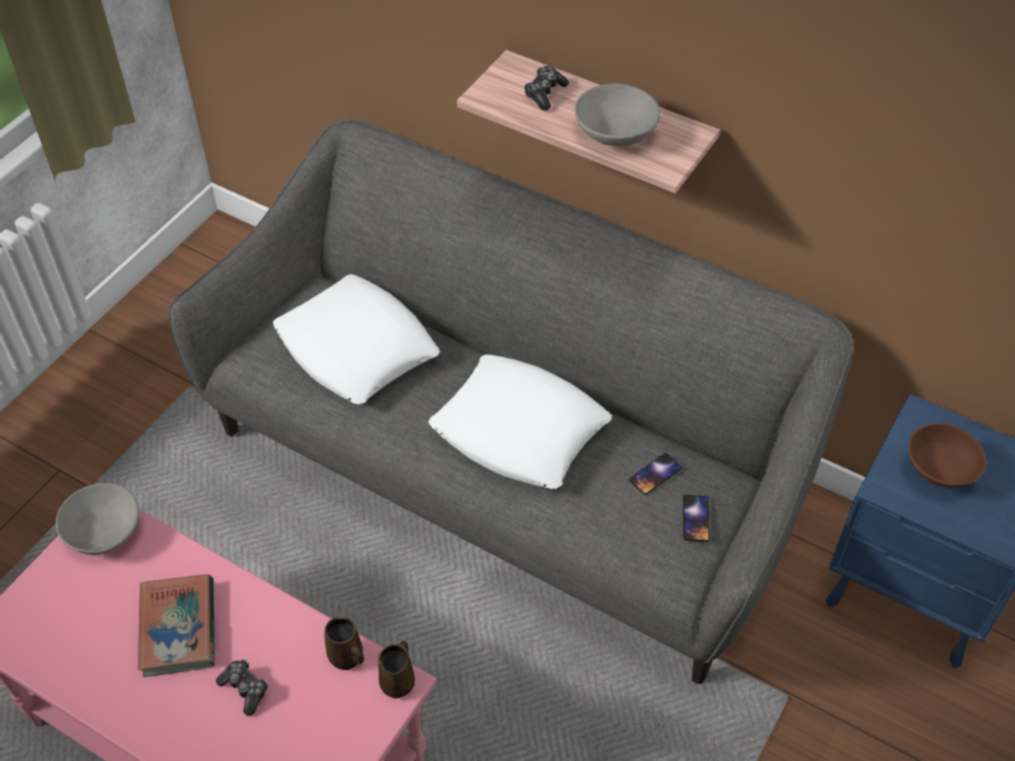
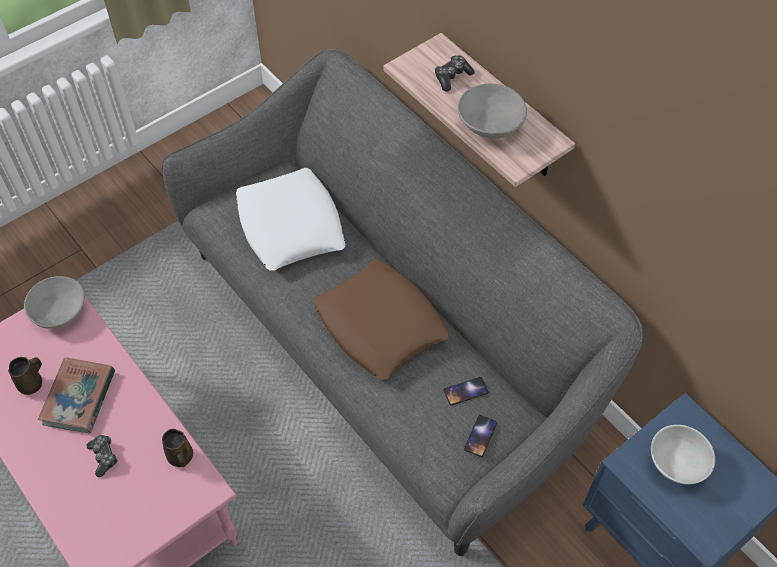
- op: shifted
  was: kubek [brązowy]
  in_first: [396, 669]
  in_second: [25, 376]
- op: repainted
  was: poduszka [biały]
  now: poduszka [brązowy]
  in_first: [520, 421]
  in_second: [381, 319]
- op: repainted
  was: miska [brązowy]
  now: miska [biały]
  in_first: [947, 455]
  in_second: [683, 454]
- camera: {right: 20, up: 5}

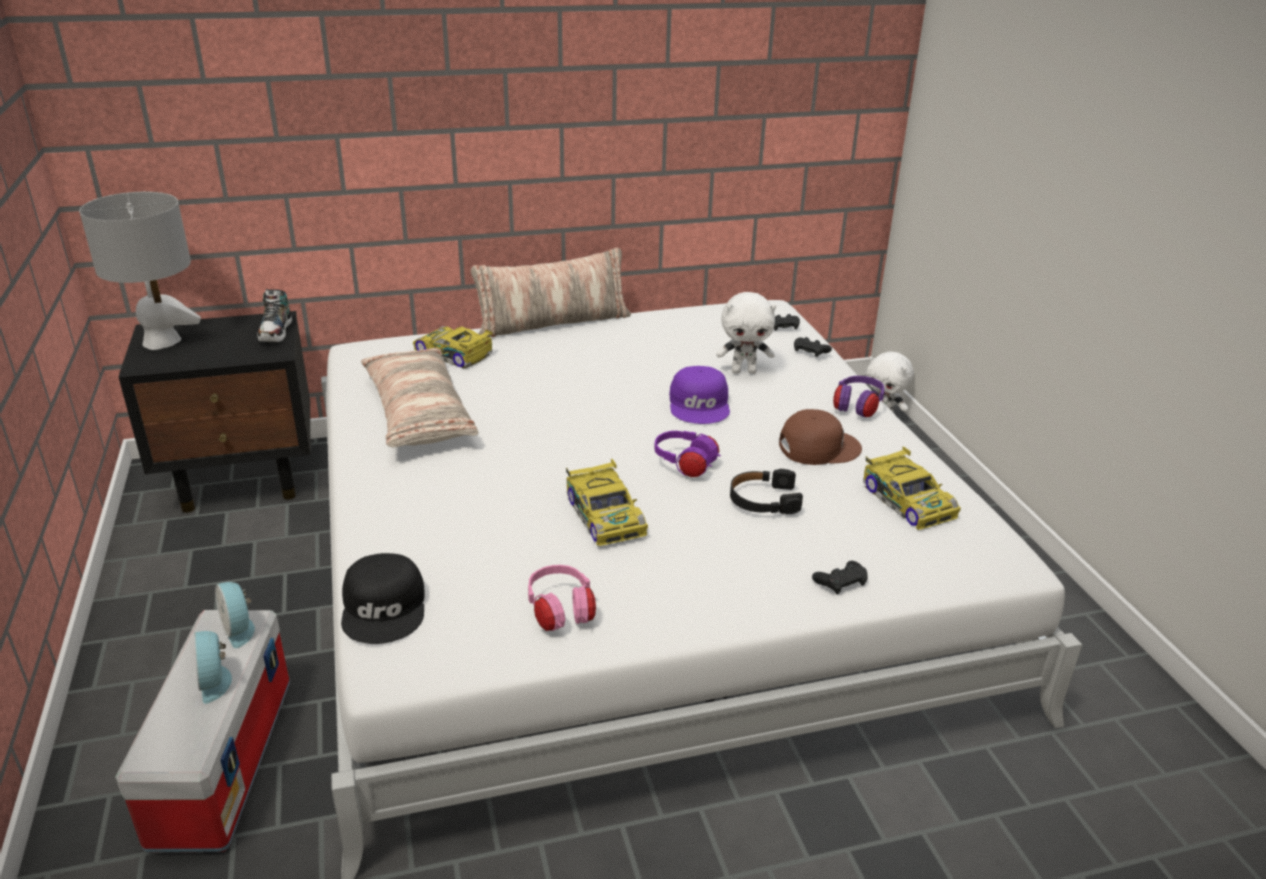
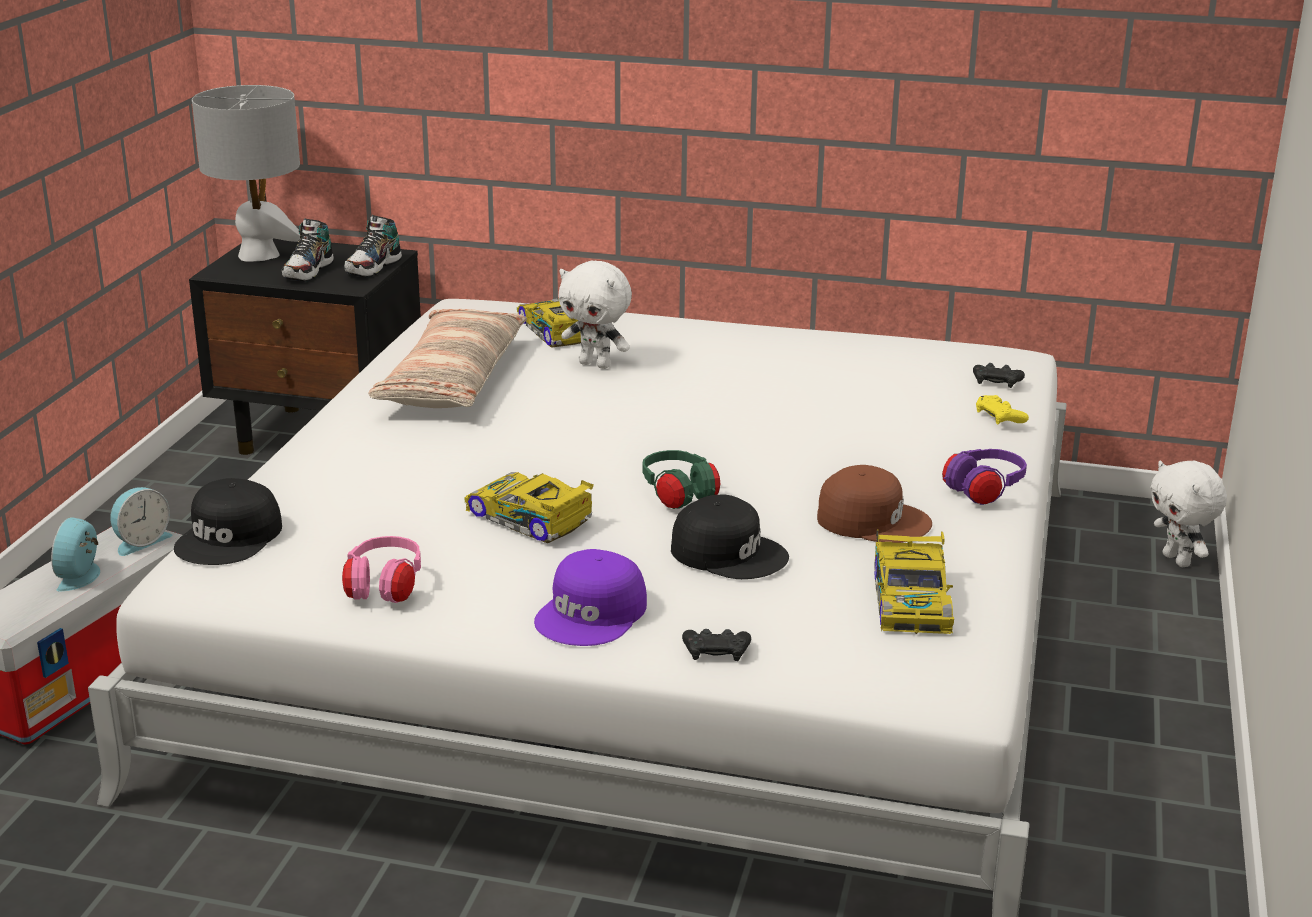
- op: gone
  was: poduszka
  in_first: [551, 292]
- op: new
  now: but
  in_second: [308, 250]
- op: shifted
  was: czapka z daszkiem [fioletowy]
  in_first: [700, 395]
  in_second: [590, 597]
- op: shifted
  was: pluszak [biały]
  in_first: [746, 333]
  in_second: [595, 315]
- op: swapped
  was: słuchawki [czarny]
  now: czapka z daszkiem [czarny]
  in_first: [766, 492]
  in_second: [730, 537]
- op: repainted
  was: słuchawki [fioletowy]
  now: słuchawki [zielony]
  in_first: [687, 454]
  in_second: [681, 479]
- op: repainted
  was: pad do gier [czarny]
  now: pad do gier [żółty]
  in_first: [813, 347]
  in_second: [1002, 410]
- op: rotated
  was: budzik
  in_first: [235, 615]
  in_second: [141, 521]
  clockwise: -135
- op: rotated
  was: samochodzik
  in_first: [607, 503]
  in_second: [529, 507]
  clockwise: 120
- camera: {right: 30, up: -5}

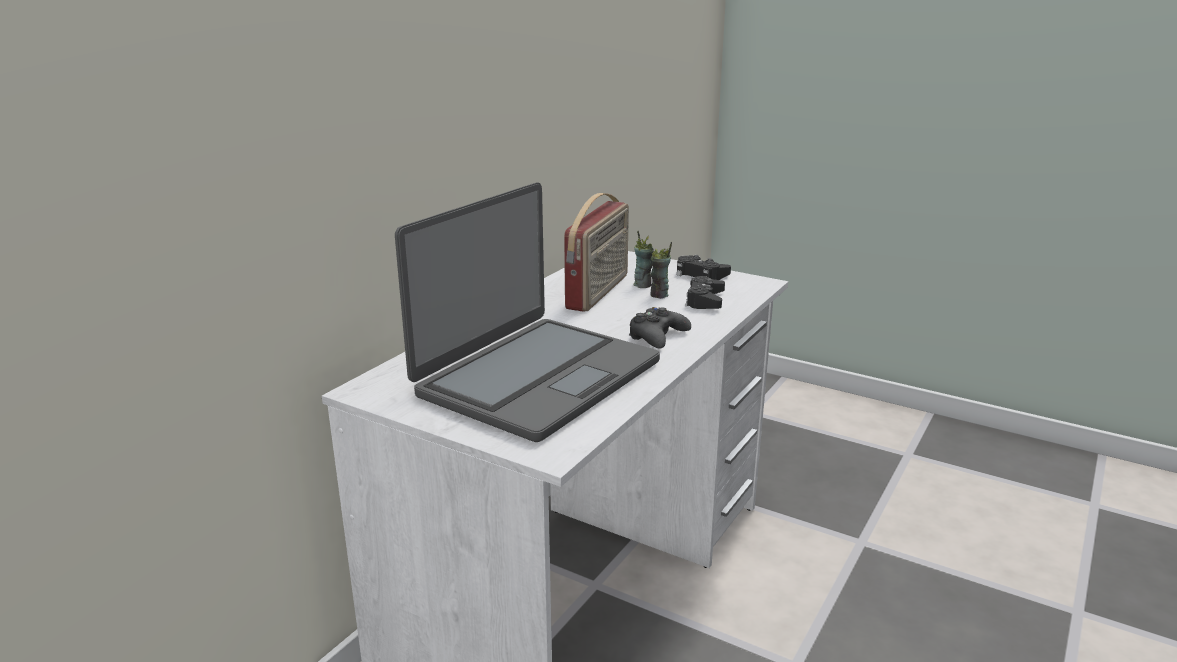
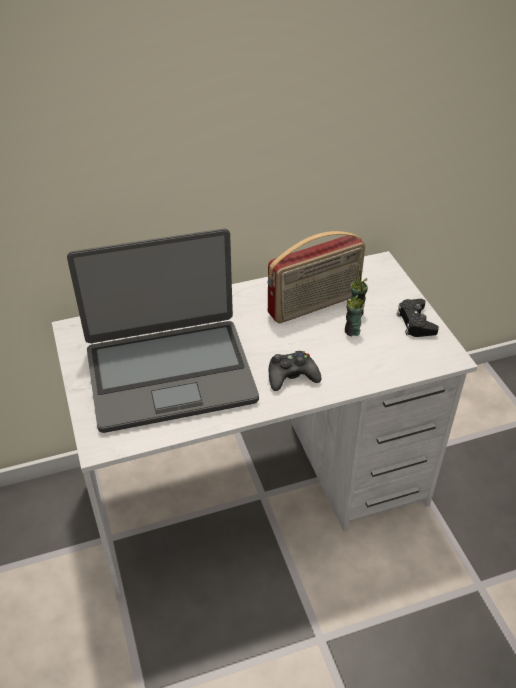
- op: gone
  was: pad do gier [czarny]
  in_first: [705, 292]
- camera: {right: 40, up: 20}

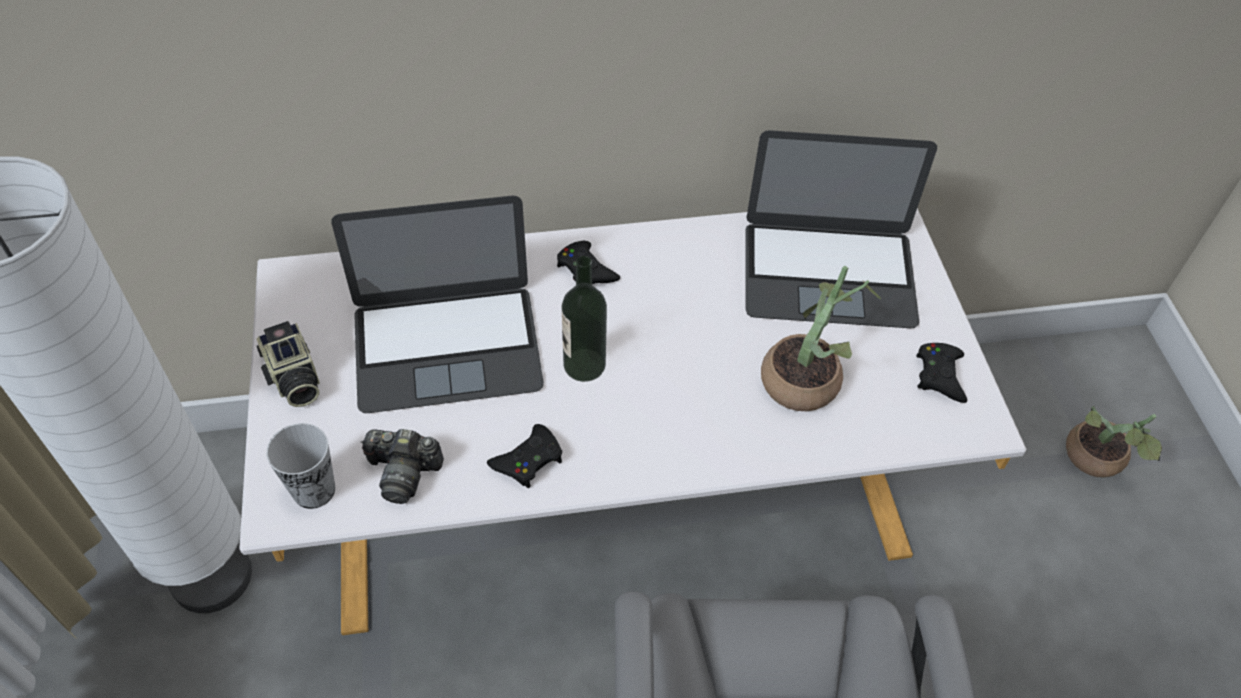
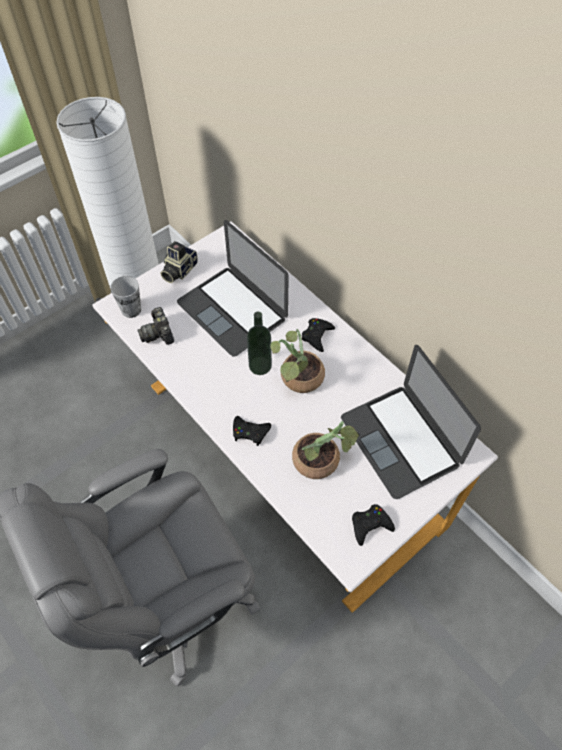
- op: shifted
  was: pad do gier [czarny]
  in_first: [524, 456]
  in_second: [252, 431]
- op: shifted
  was: roślina doniczkowa
  in_first: [1114, 442]
  in_second: [297, 361]
- camera: {right: 60, up: 5}

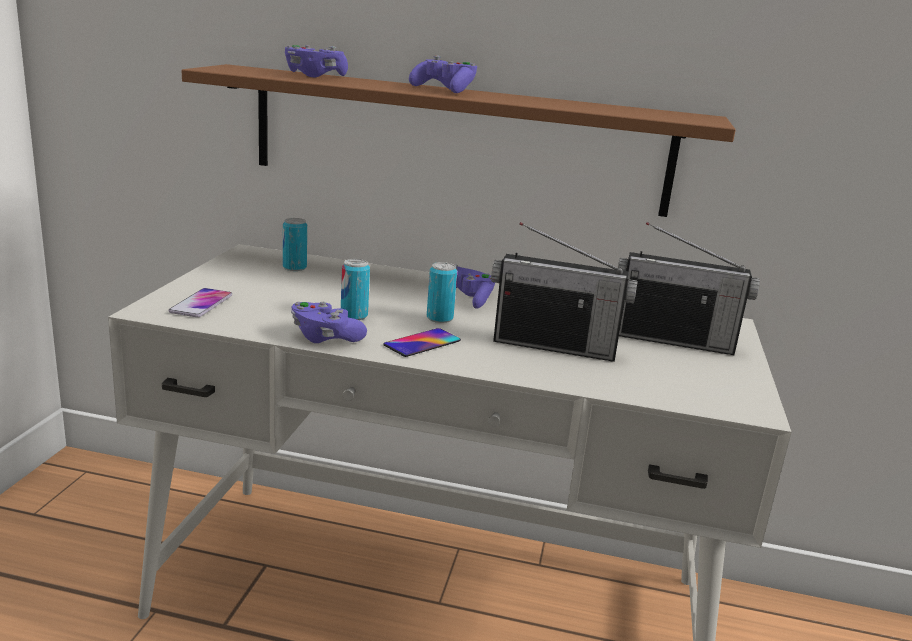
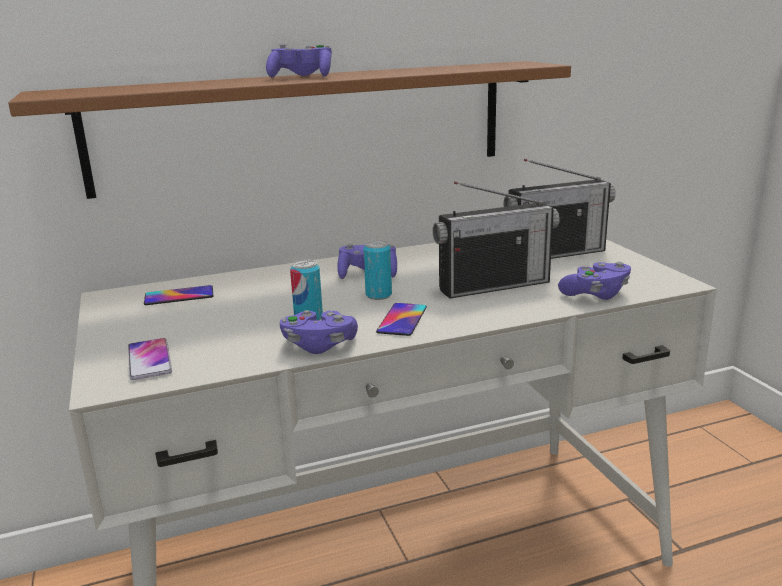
- op: shifted
  was: pad do gier [fioletowy]
  in_first: [316, 61]
  in_second: [594, 281]
- op: swapped
  was: puszka
  now: telefon
  in_first: [295, 244]
  in_second: [178, 295]
- camera: {right: -30, up: 0}

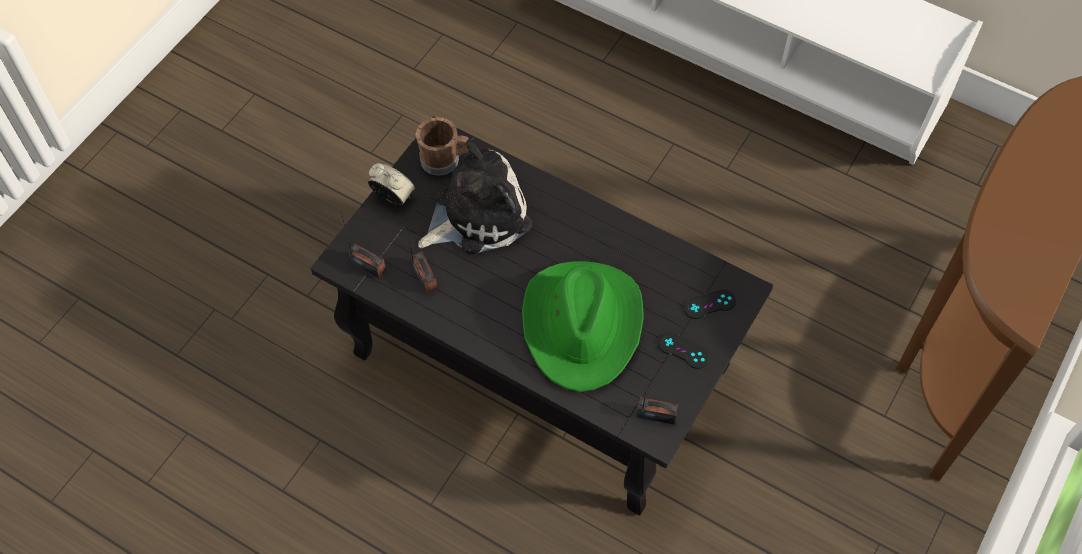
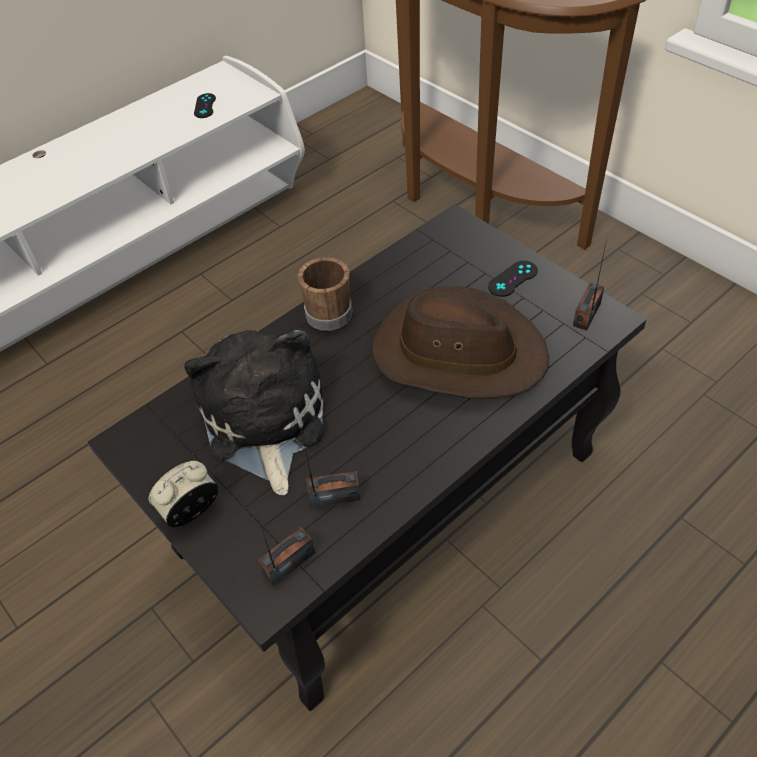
- op: shifted
  was: kubek [brązowy]
  in_first: [442, 146]
  in_second: [325, 294]
- op: shifted
  was: pad do gier [czarny]
  in_first: [710, 304]
  in_second: [205, 105]
- op: repainted
  was: kapelusz [zielony]
  now: kapelusz [brązowy]
  in_first: [583, 326]
  in_second: [460, 342]
- camera: {right: -70, up: -10}

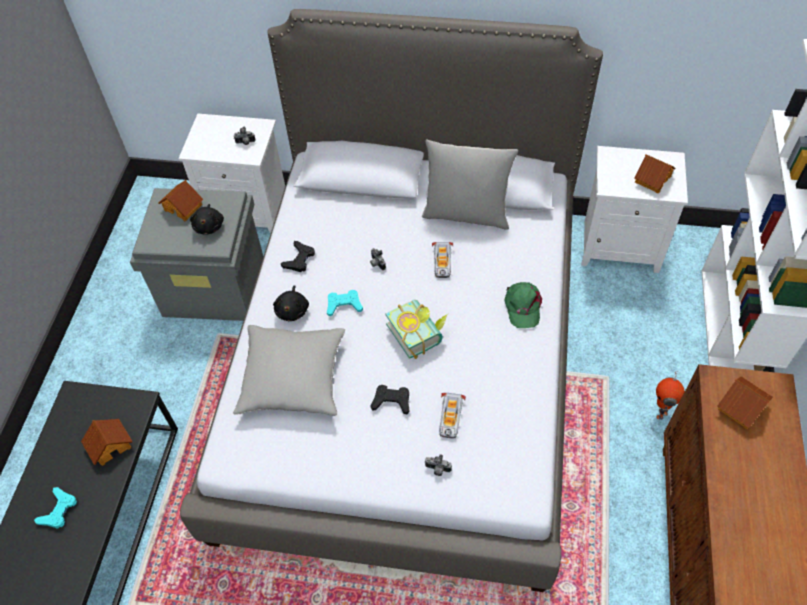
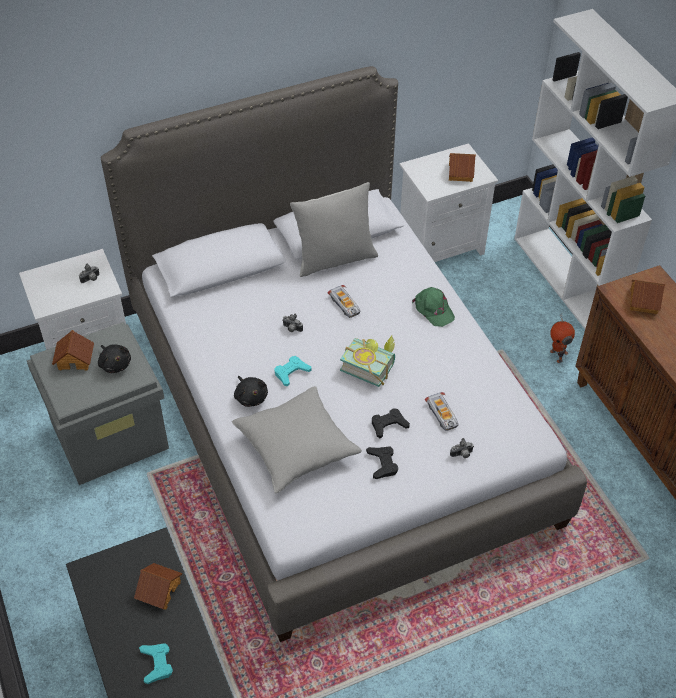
- op: shifted
  was: pad do gier [czarny]
  in_first: [298, 256]
  in_second: [382, 463]
- camera: {right: -35, up: -5}

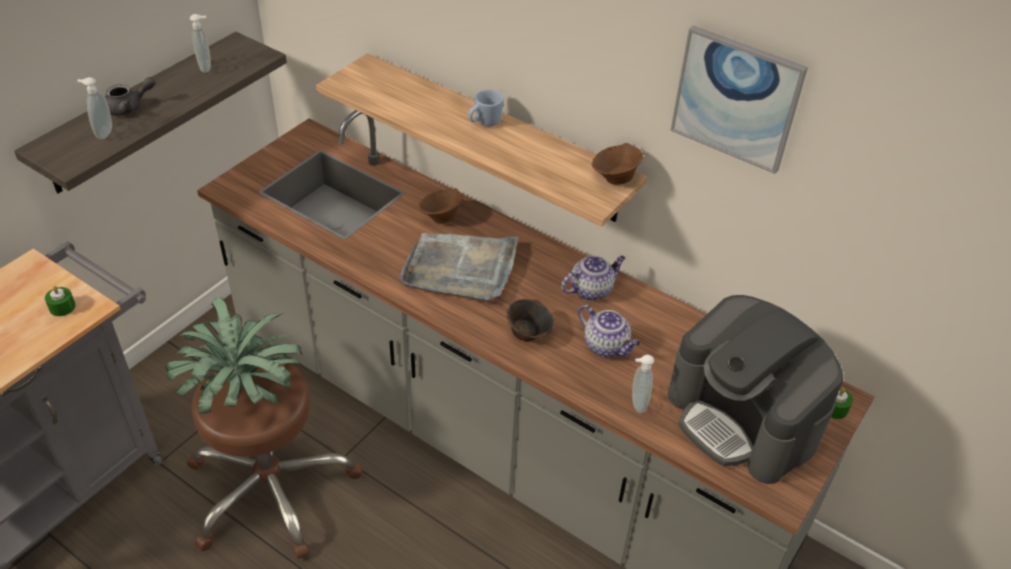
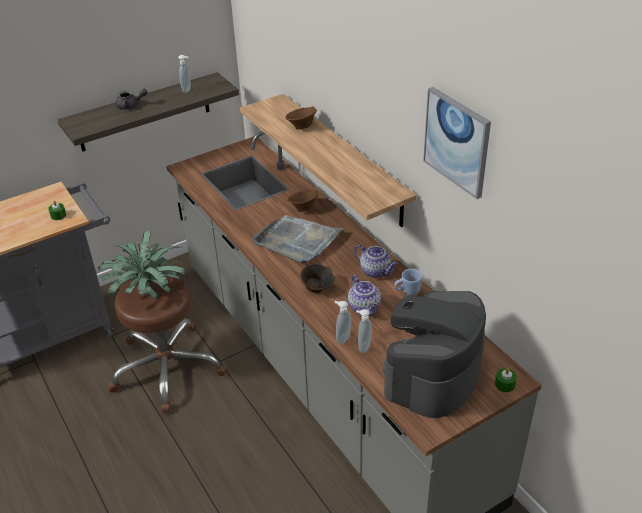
- op: shifted
  was: dozownik mydła
  in_first: [94, 108]
  in_second: [343, 322]
- op: shifted
  was: kubek [niebieski]
  in_first: [486, 108]
  in_second: [408, 282]
- op: shifted
  was: miska [brązowy]
  in_first: [617, 164]
  in_second: [301, 117]
- op: rotated
  was: imbryk
  in_first: [593, 278]
  in_second: [376, 261]
  clockwise: 45
- op: rotated
  was: ekspres do kawy
  in_first: [755, 389]
  in_second: [434, 354]
  clockwise: 45
- camera: {right: 25, up: -5}

